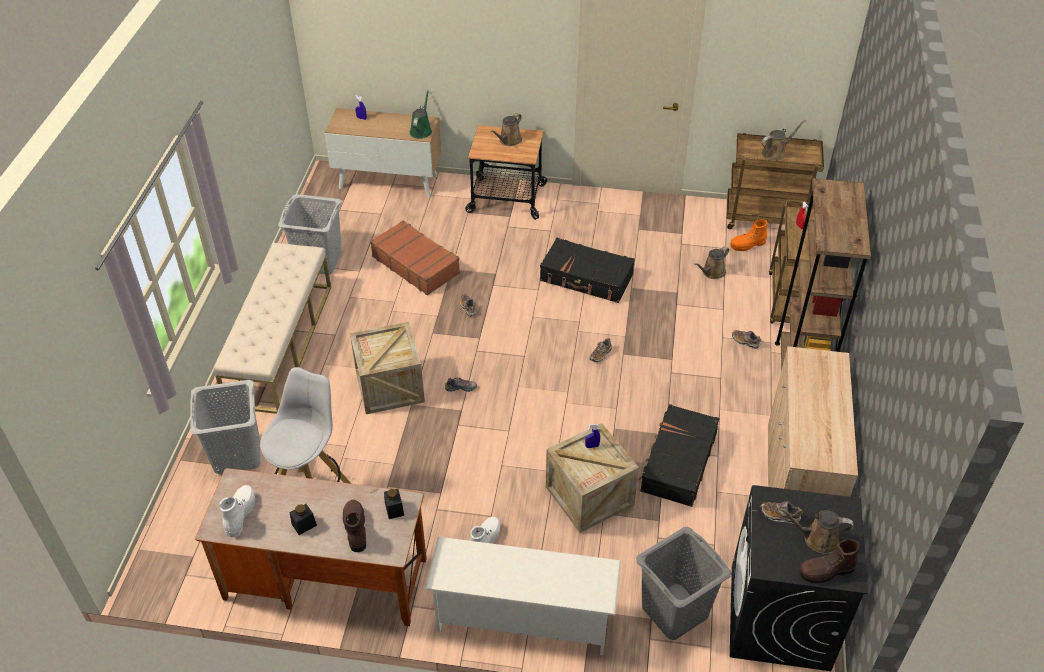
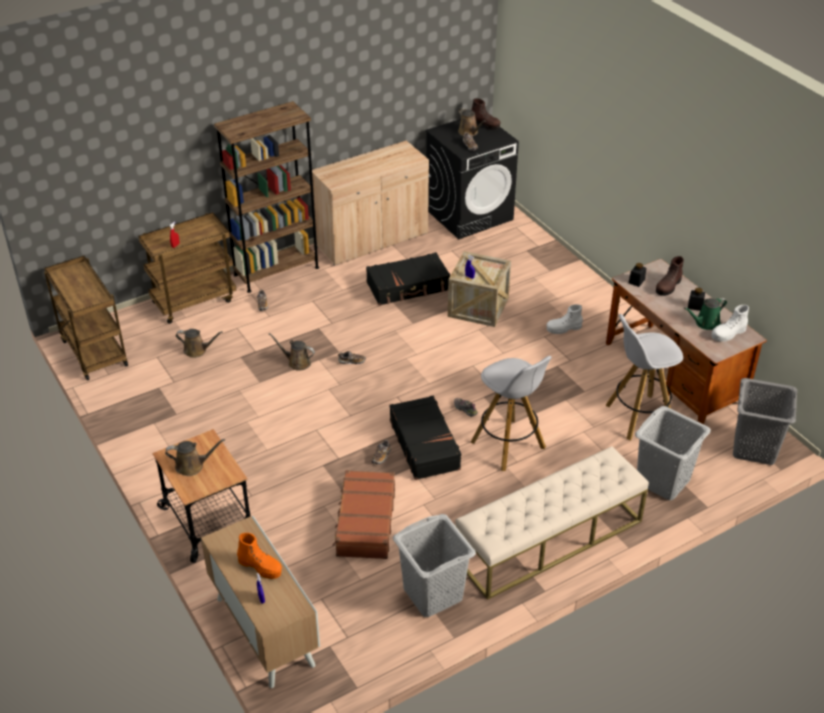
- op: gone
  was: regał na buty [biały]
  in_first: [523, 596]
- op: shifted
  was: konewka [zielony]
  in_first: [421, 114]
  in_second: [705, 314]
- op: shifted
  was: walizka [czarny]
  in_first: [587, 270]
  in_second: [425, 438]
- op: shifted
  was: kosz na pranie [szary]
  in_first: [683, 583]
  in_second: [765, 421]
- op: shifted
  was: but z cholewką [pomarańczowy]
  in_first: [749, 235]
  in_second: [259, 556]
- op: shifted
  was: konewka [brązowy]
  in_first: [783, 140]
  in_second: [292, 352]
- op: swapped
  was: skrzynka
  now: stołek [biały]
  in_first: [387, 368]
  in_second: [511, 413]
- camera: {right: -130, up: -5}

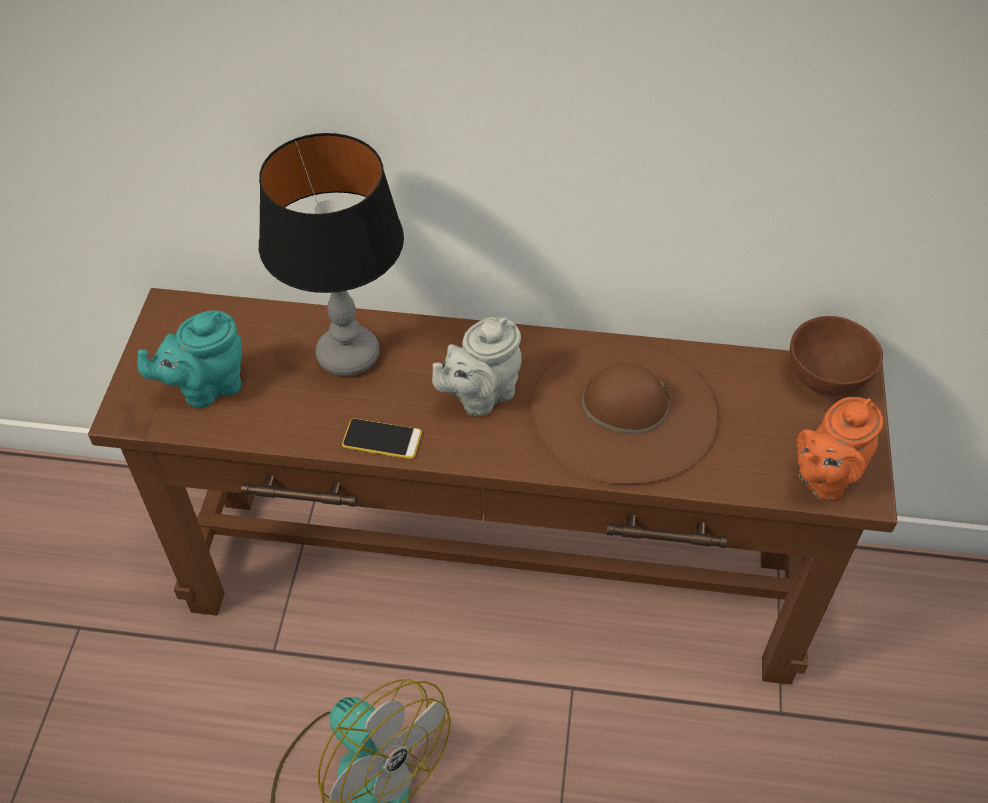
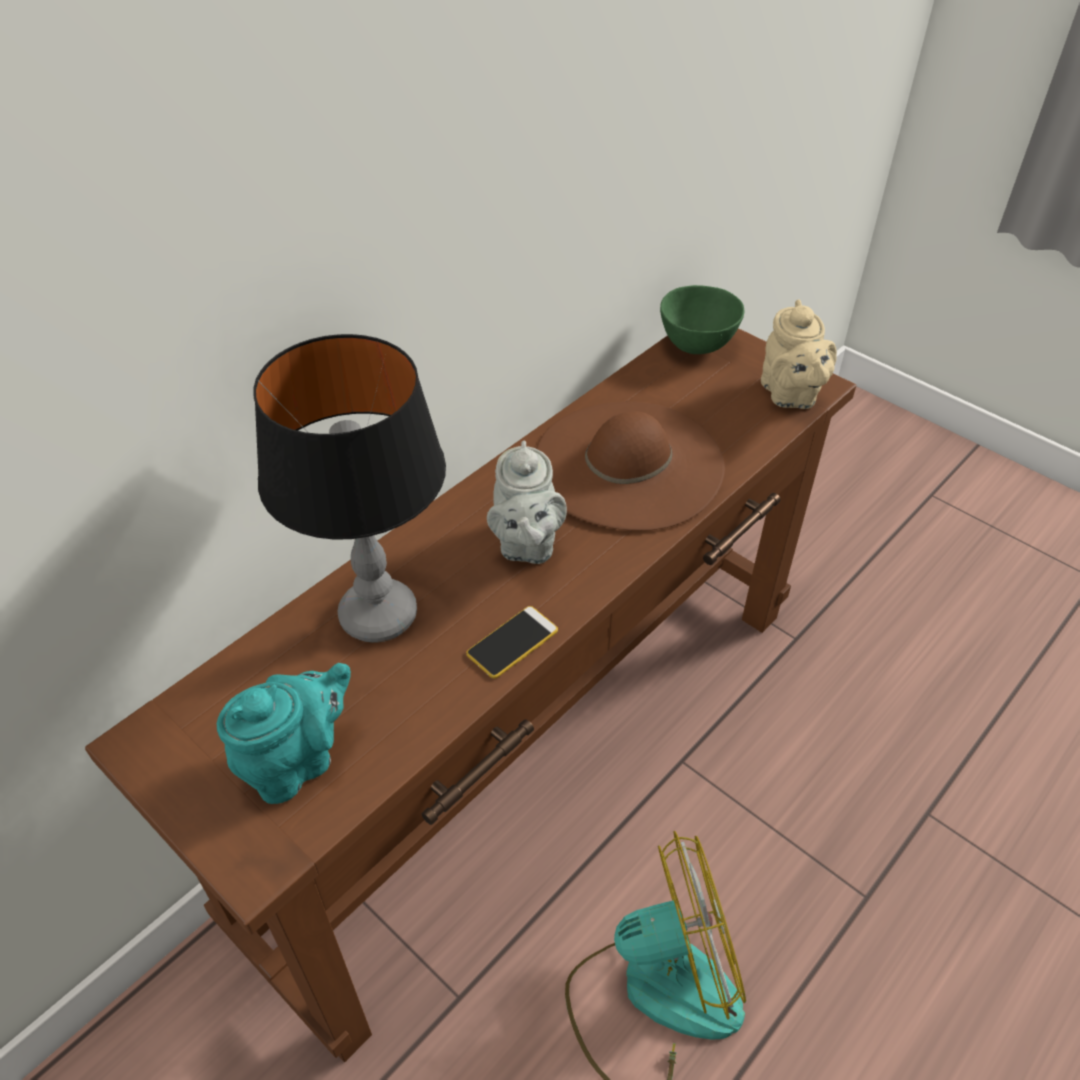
- op: repainted
  was: miska [brązowy]
  now: miska [zielony]
  in_first: [836, 356]
  in_second: [702, 319]
- op: repainted
  was: imbryk [pomarańczowy]
  now: imbryk [beżowy]
  in_first: [840, 449]
  in_second: [799, 354]
- op: rotated
  was: imbryk [turkusowy]
  in_first: [190, 359]
  in_second: [284, 733]
  clockwise: -135
- camera: {right: -55, up: -5}

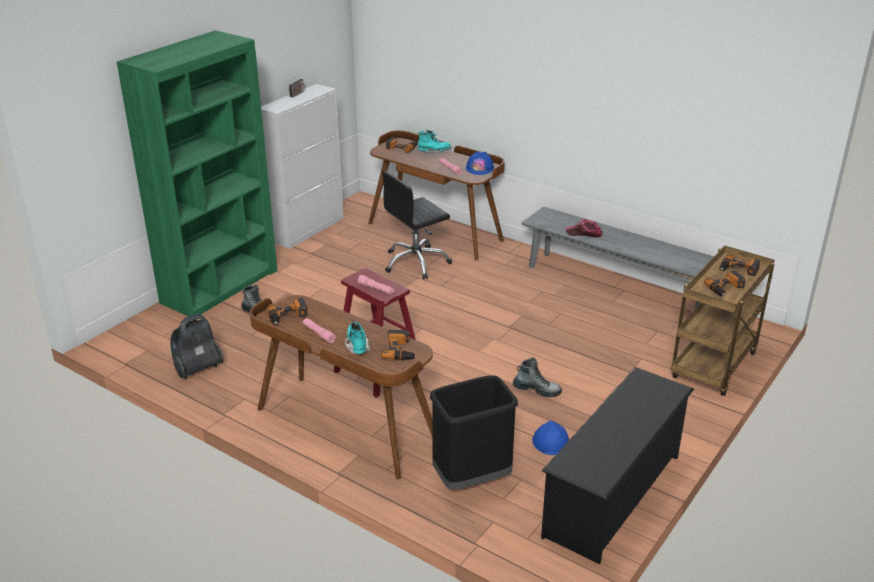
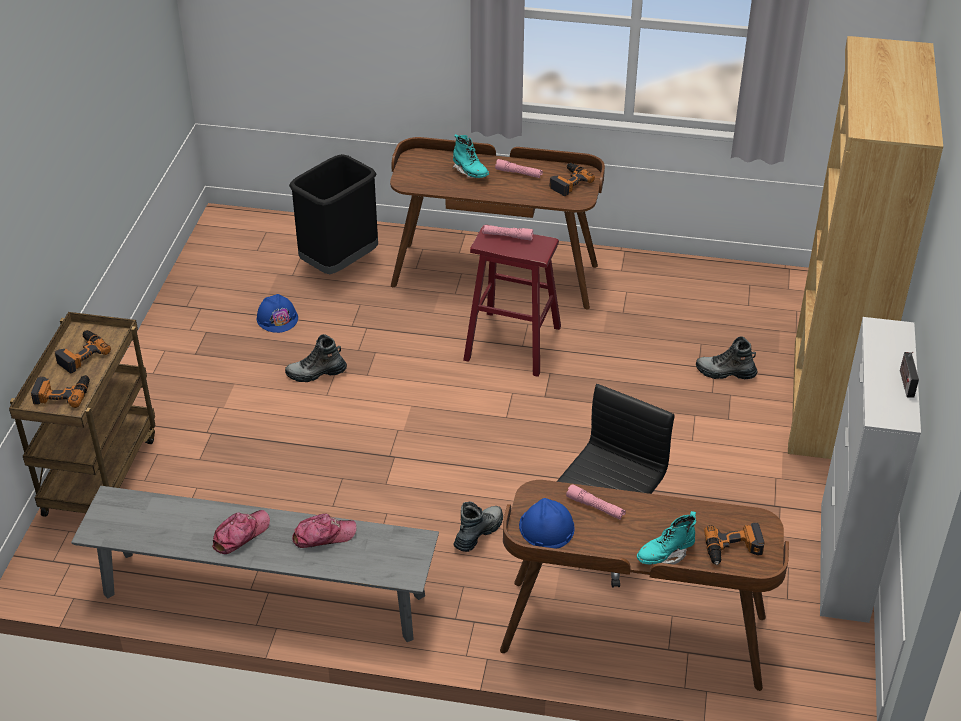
- op: gone
  was: odkurzacz
  in_first: [197, 347]
- op: gone
  was: wiertarka
  in_first: [398, 345]
- op: gone
  was: regał na buty [czarny]
  in_first: [617, 465]
- op: new
  now: czapka z daszkiem
  in_second: [241, 532]
- op: new
  now: but z cholewką
  in_second: [478, 526]
- op: repainted
  was: regał [zielony]
  now: regał [brązowy]
  in_first: [197, 173]
  in_second: [865, 247]
- camera: {right: 155, up: 10}

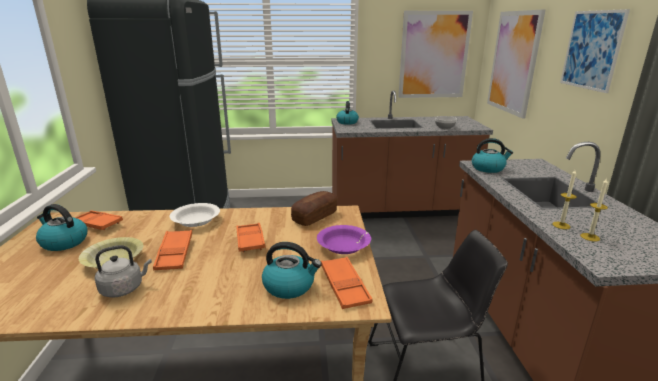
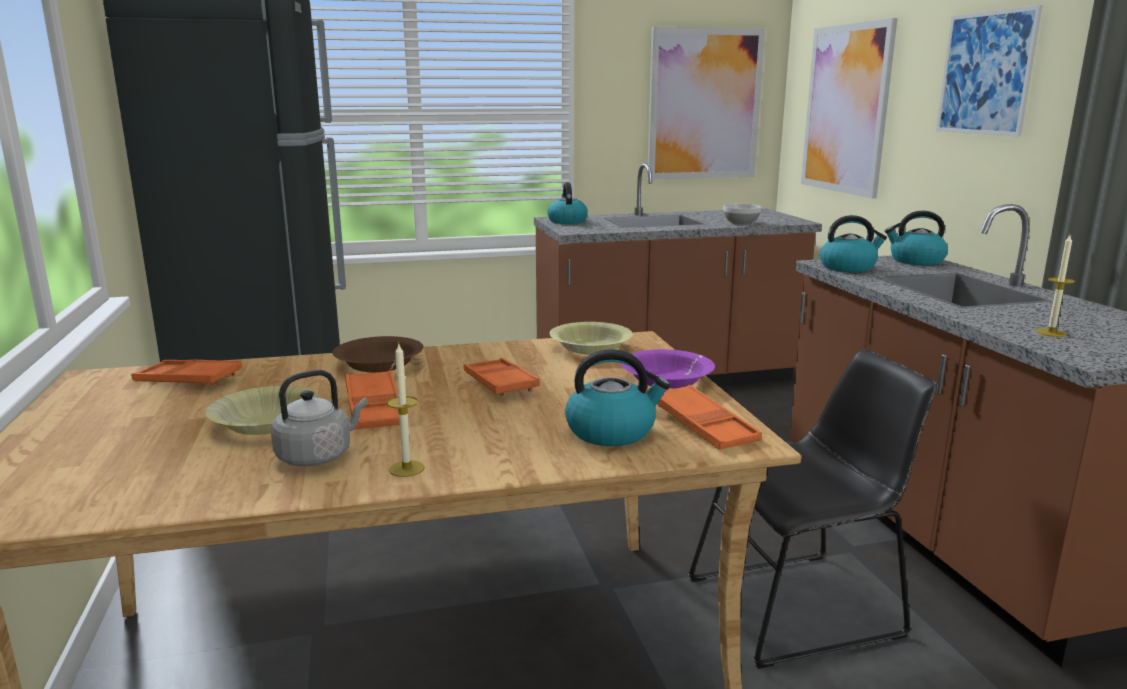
- op: shifted
  was: czajnik
  in_first: [61, 227]
  in_second: [916, 238]
- op: shifted
  was: świeca
  in_first: [565, 199]
  in_second: [406, 409]
- op: swapped
  was: chleb
  now: miska [żółty]
  in_first: [314, 208]
  in_second: [591, 338]
- op: repainted
  was: miska [biały]
  now: miska [brązowy]
  in_first: [195, 215]
  in_second: [377, 354]
- camera: {right: -10, up: -5}

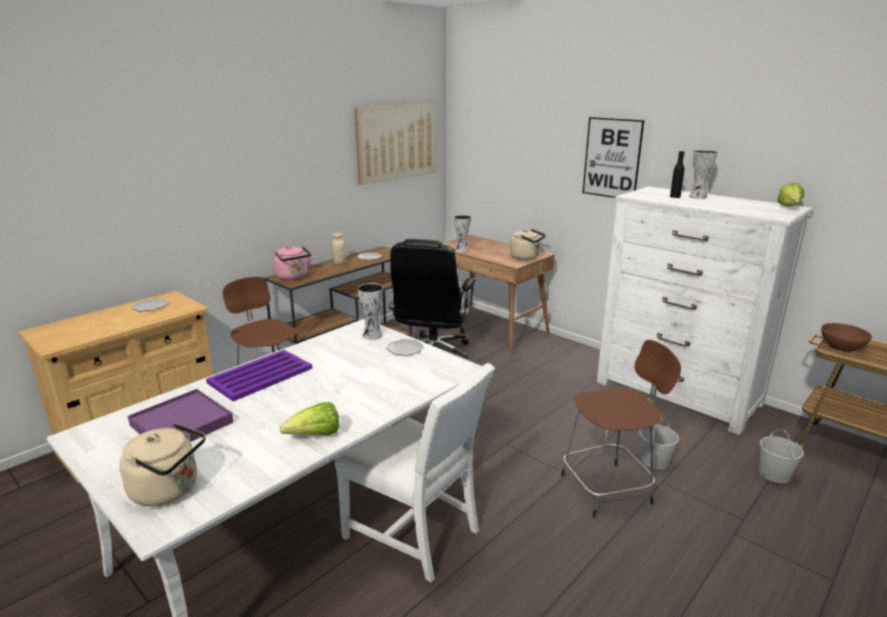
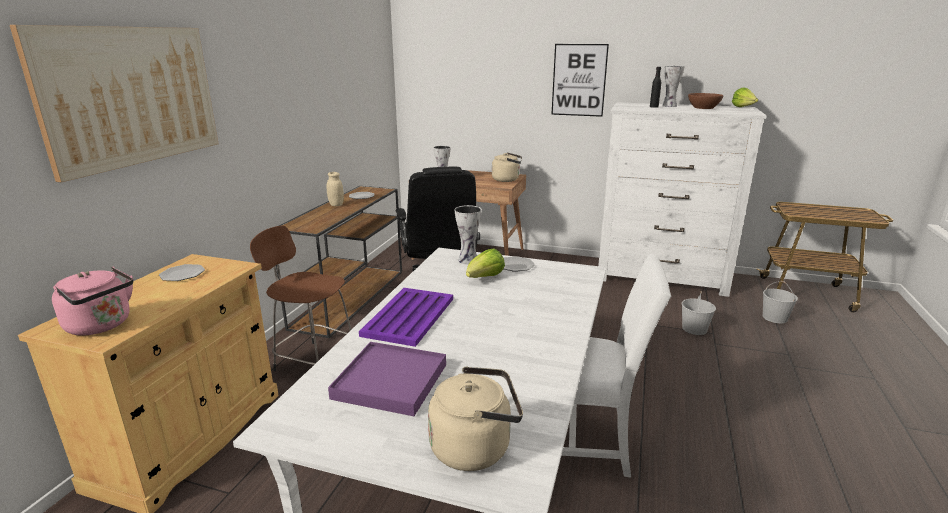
- op: gone
  was: stołek [brązowy]
  in_first: [621, 429]
- op: shifted
  was: czajnik [różowy]
  in_first: [292, 263]
  in_second: [92, 300]
- op: shifted
  was: sałata
  in_first: [309, 418]
  in_second: [485, 263]
- op: shifted
  was: obraz
  in_first: [395, 144]
  in_second: [114, 103]
- op: shifted
  was: miska [brązowy]
  in_first: [846, 337]
  in_second: [705, 101]
- camera: {right: -25, up: 0}

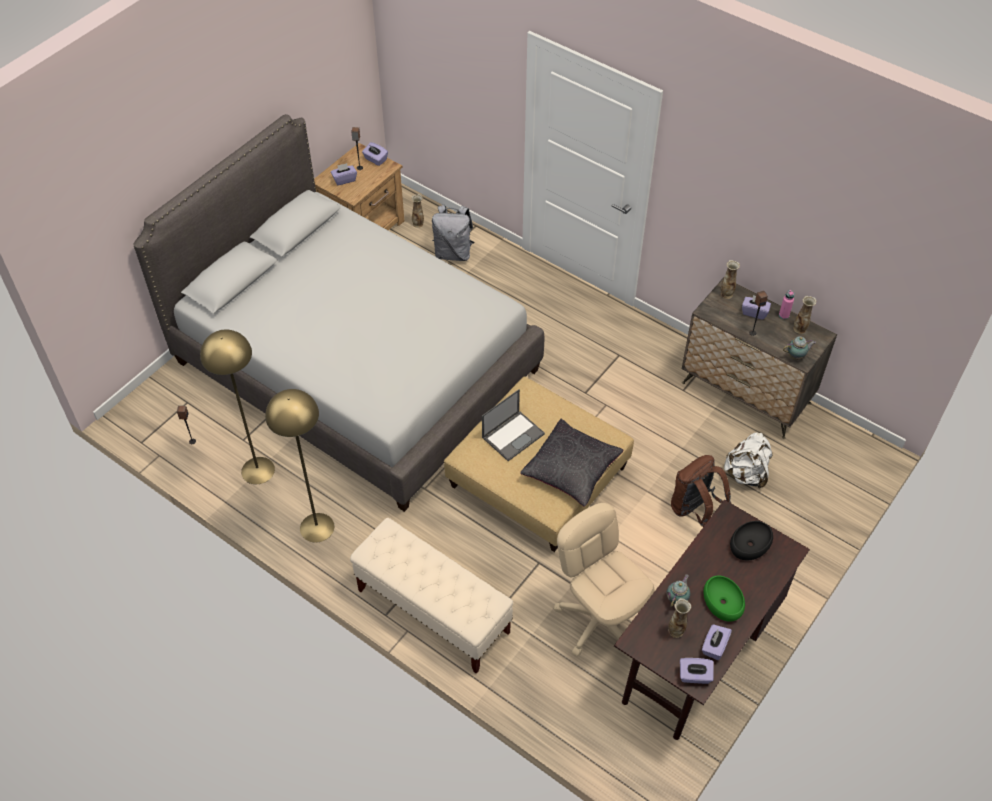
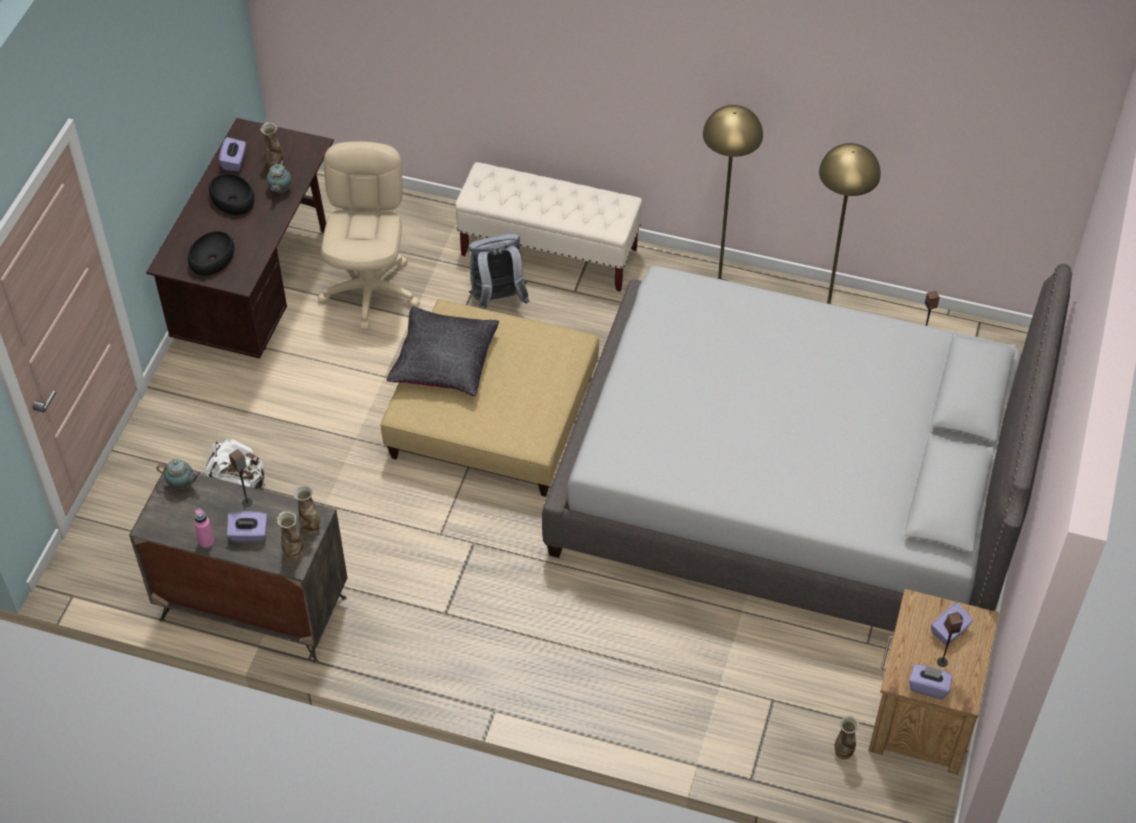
- op: gone
  was: laptop
  in_first: [513, 425]
- op: gone
  was: plecak [brązowy]
  in_first: [701, 491]
- op: gone
  was: pudełko chusteczek [fioletowy]
  in_first: [697, 671]
- op: shifted
  was: plecak [szary]
  in_first: [453, 233]
  in_second: [498, 271]
- op: shifted
  was: wazon
  in_first: [805, 315]
  in_second: [306, 509]
- op: repainted
  was: miska [zielony]
  now: miska [czarny]
  in_first: [724, 599]
  in_second: [232, 194]
- op: rotated
  was: krzesło biurowe [beżowy]
  in_first: [604, 579]
  in_second: [369, 235]
  clockwise: -120
- op: rotated
  was: imbryk
  in_first: [799, 348]
  in_second: [178, 474]
  clockwise: -135
- camera: {right: 160, up: 0}

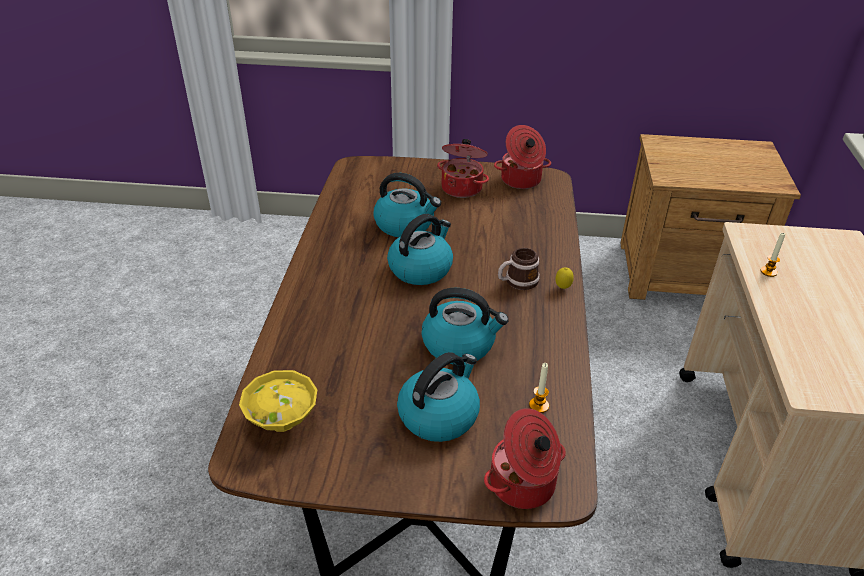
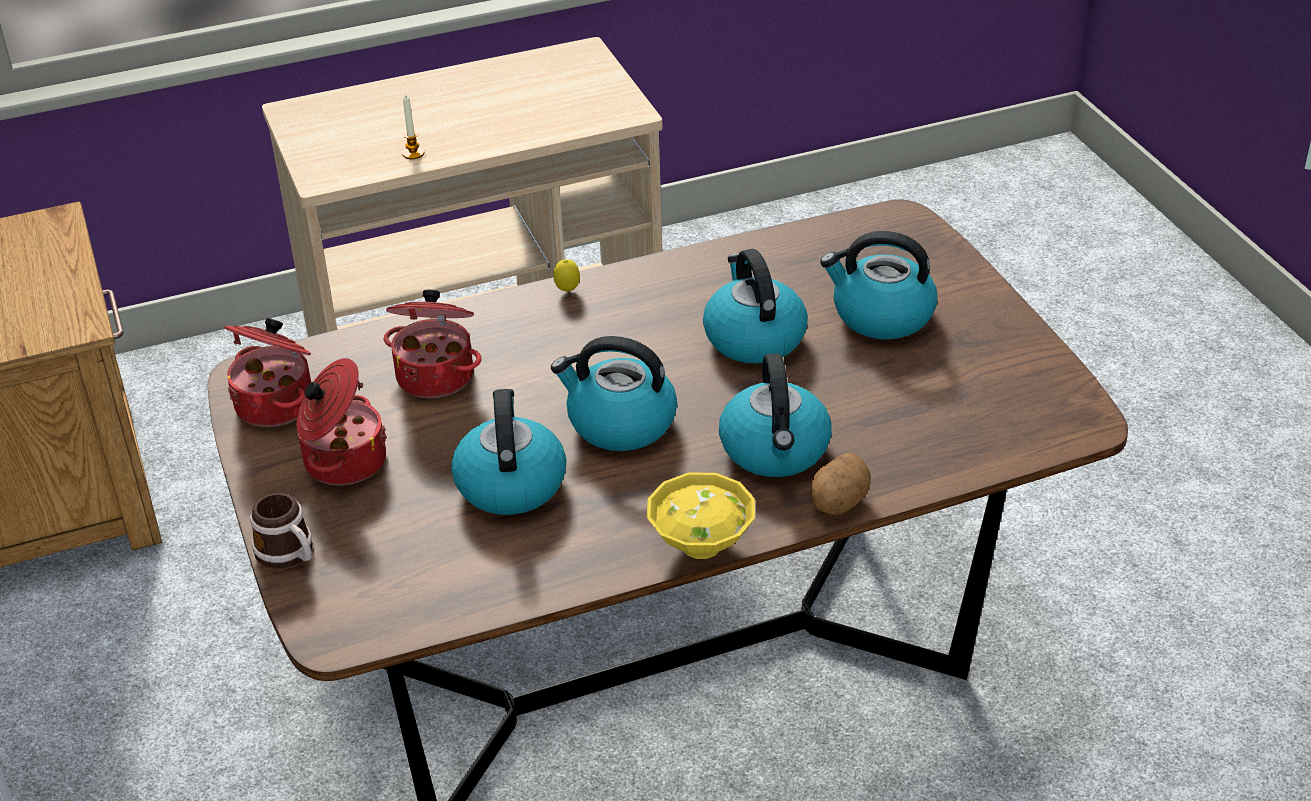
- op: gone
  was: świeca
  in_first: [539, 388]
- op: new
  now: czajnik
  in_second: [775, 415]
- op: new
  now: ziemniak
  in_second: [840, 484]
- op: shifted
  was: miska [żółty]
  in_first: [278, 401]
  in_second: [701, 516]
- op: shifted
  was: garnek
  in_first: [525, 458]
  in_second: [432, 344]
- op: shifted
  was: kubek
  in_first: [519, 269]
  in_second: [281, 531]
- camera: {right: -115, up: 0}

